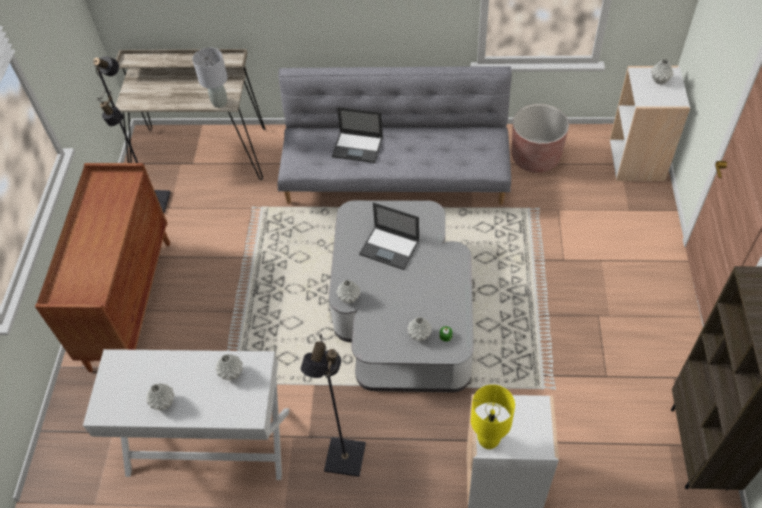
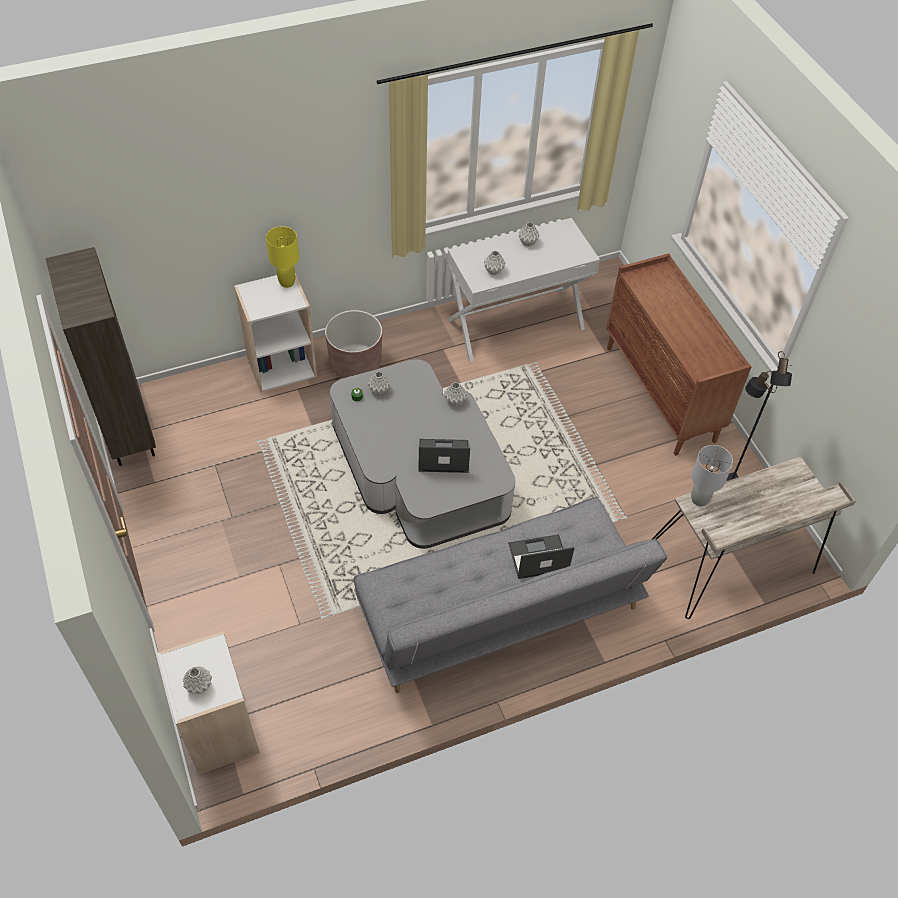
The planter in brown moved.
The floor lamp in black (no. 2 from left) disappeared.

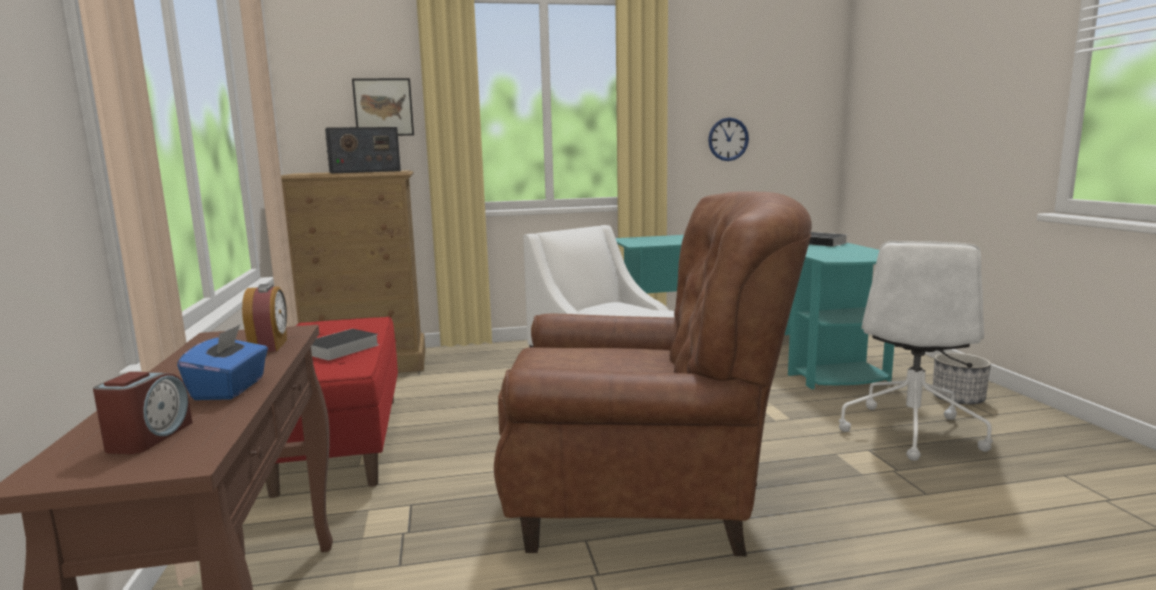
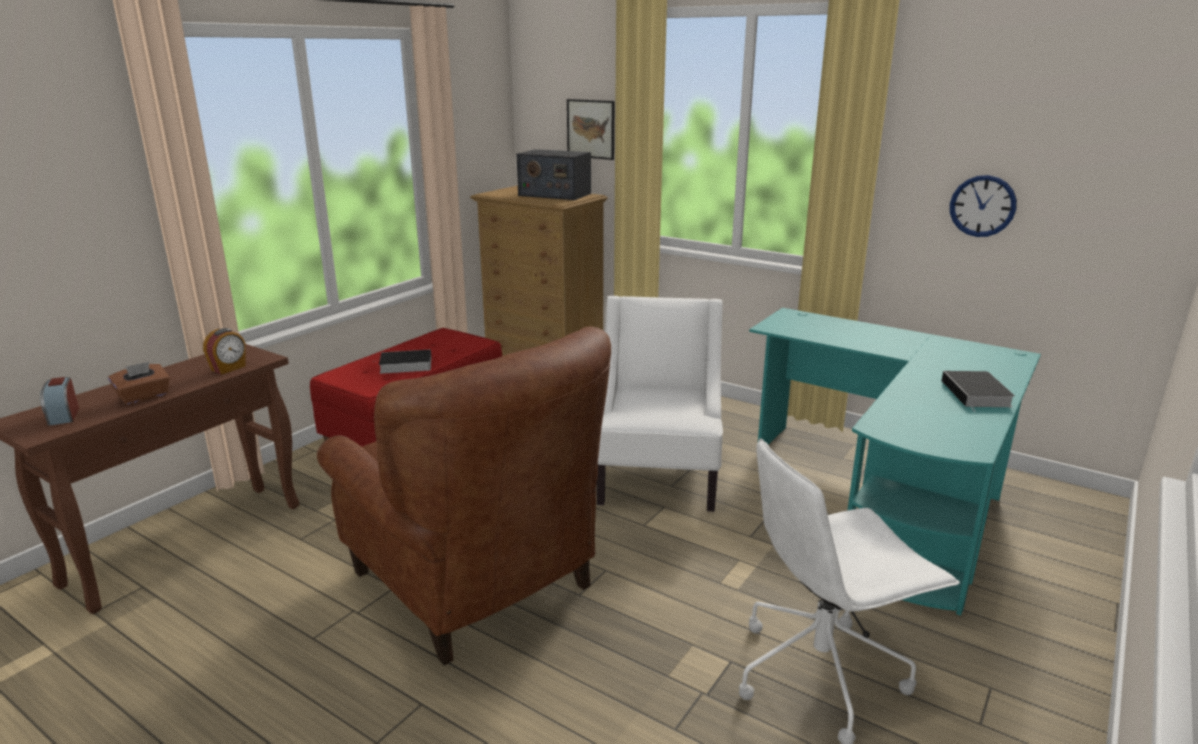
The tissue box in blue became the tissue box in brown.
The planter disappeared.
The alarm clock (no. 1 from left) turned 105 degrees clockwise.

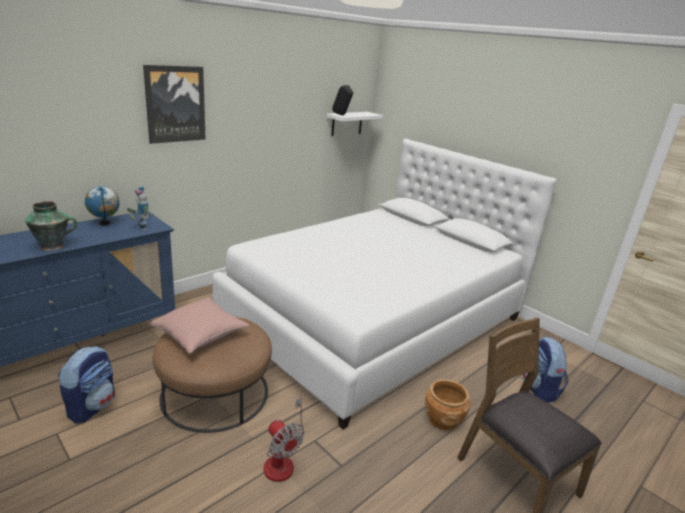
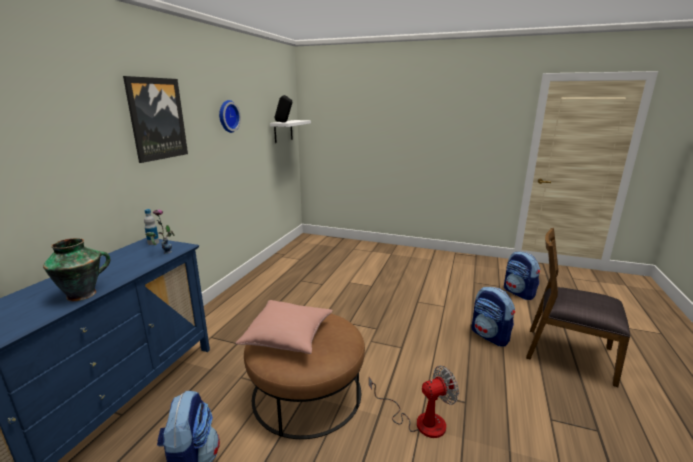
The bed in white disappeared.
The globe disappeared.
The planter in brown was replaced by the backpack (no. 2 from left).
The fan turned 45 degrees counterclockwise.
The wall clock appeared.

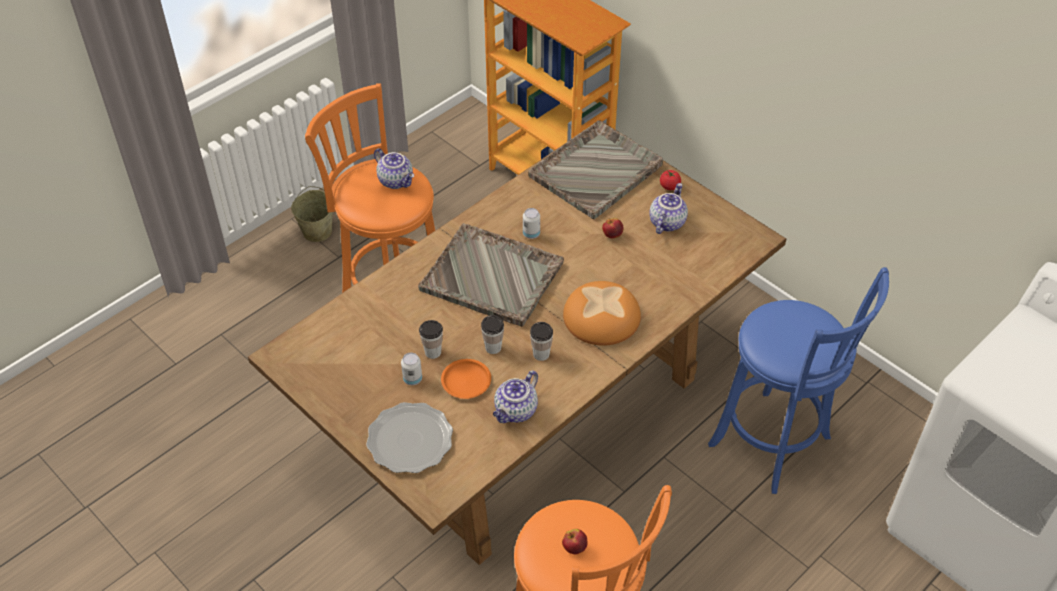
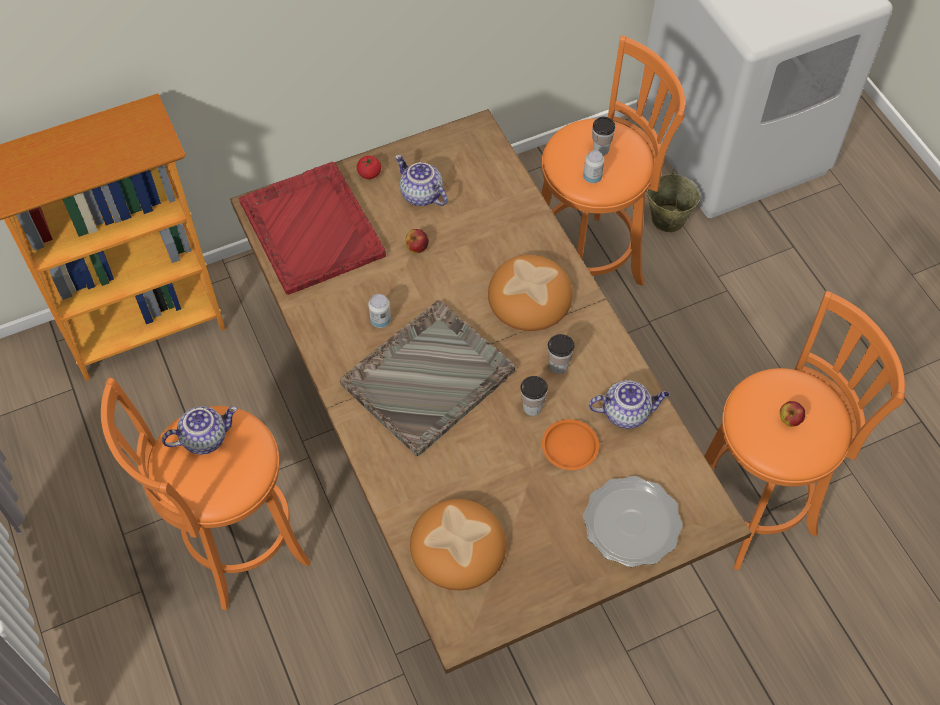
The tray in grey (no. 2 from left) became the tray in red.
The bucket in beige moved.
The stool in blue became the stool in orange (no. 2 from left).
The cup (no. 1 from left in the first image) moved.
The can (no. 1 from left in the first image) moved.
The teapot (no. 2 from left in the first image) turned 60 degrees counterclockwise.
The bread (no. 1 from left) appeared.

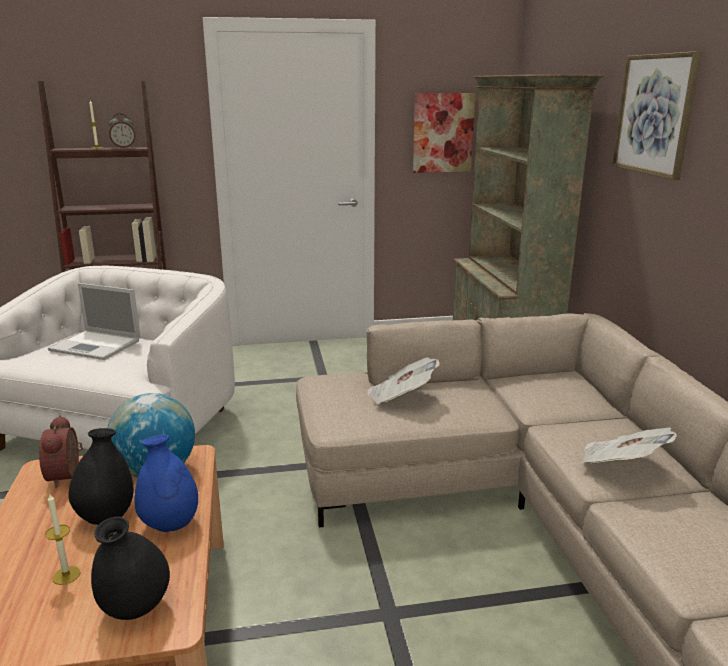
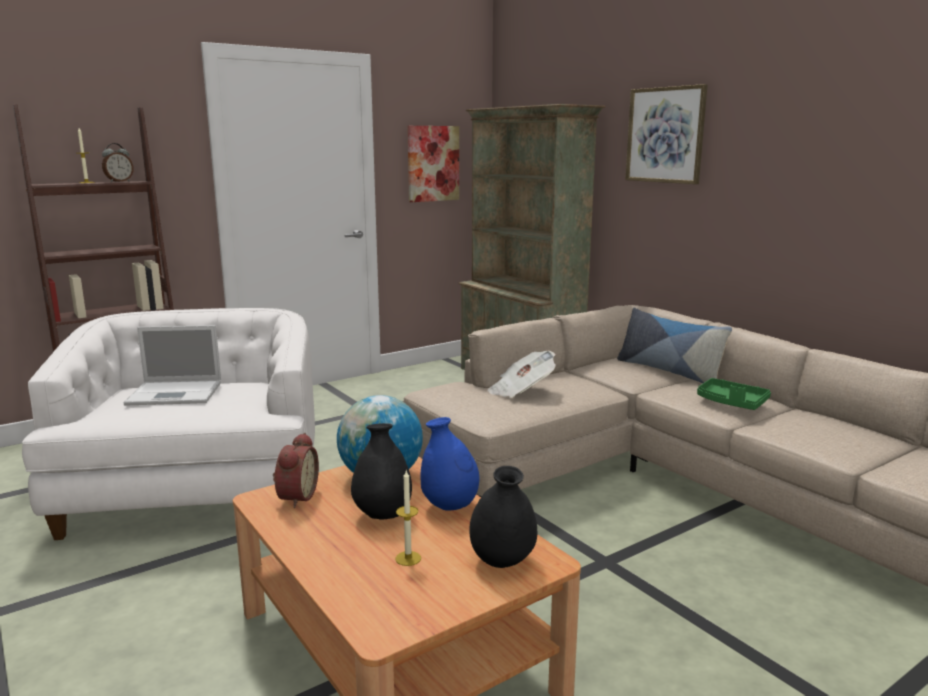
The alarm clock (no. 1 from left in the first image) turned 135 degrees counterclockwise.
The newspaper (no. 2 from left) was replaced by the tray in green.
The pillow appeared.

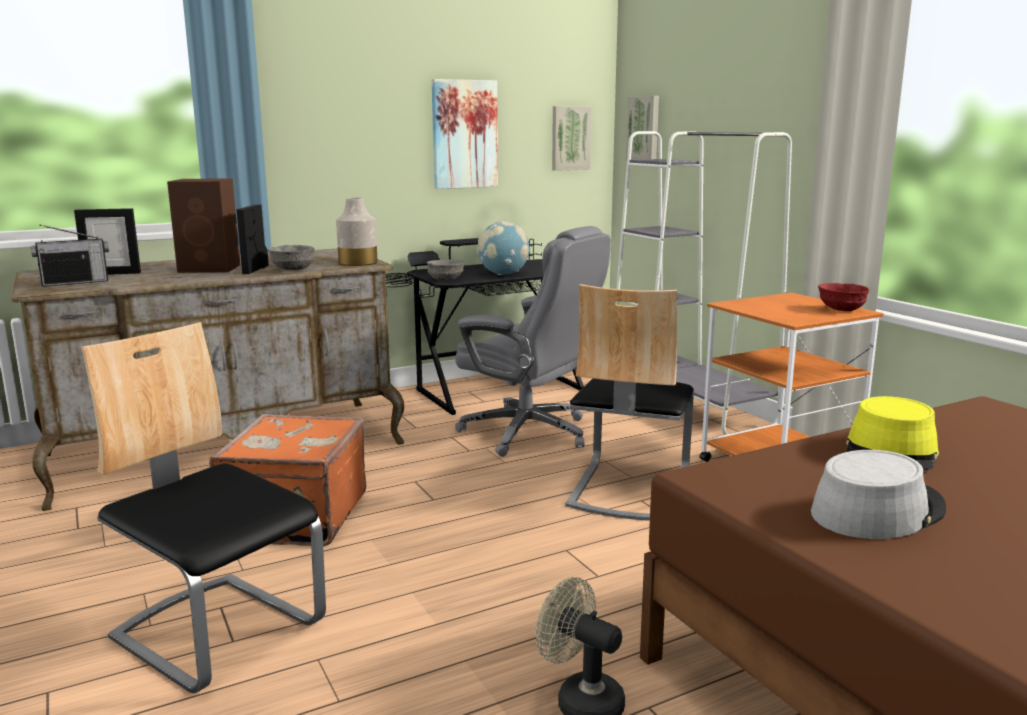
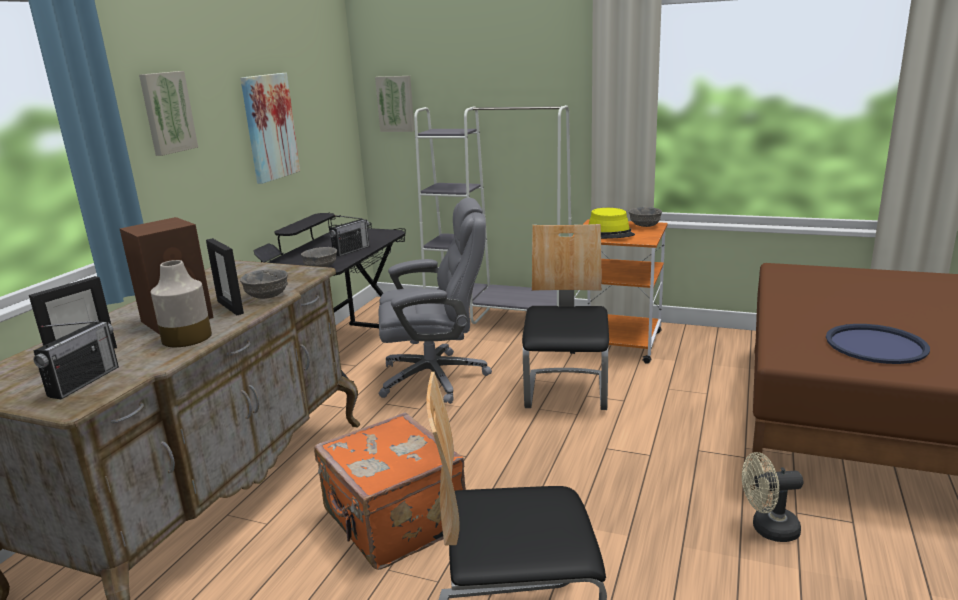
The picture (no. 2 from left in the first image) moved.
The vase in beige moved.
The globe was replaced by the radio (no. 2 from left).
The bowl in red became the bowl in grey (no. 3 from left).
The chair (no. 2 from left) turned 150 degrees counterclockwise.
The hat in yellow moved.
The hat in grey was replaced by the tray in blue.

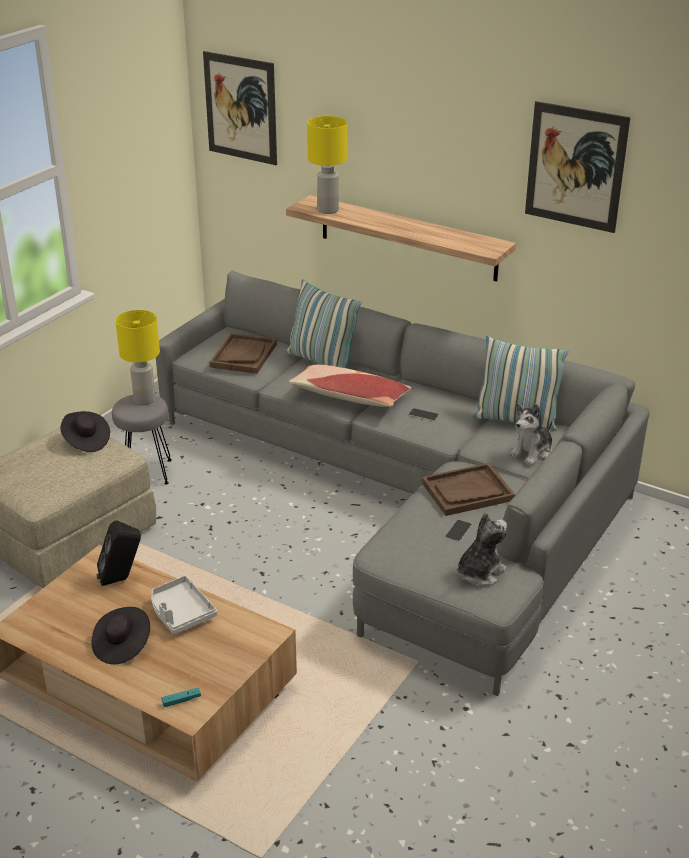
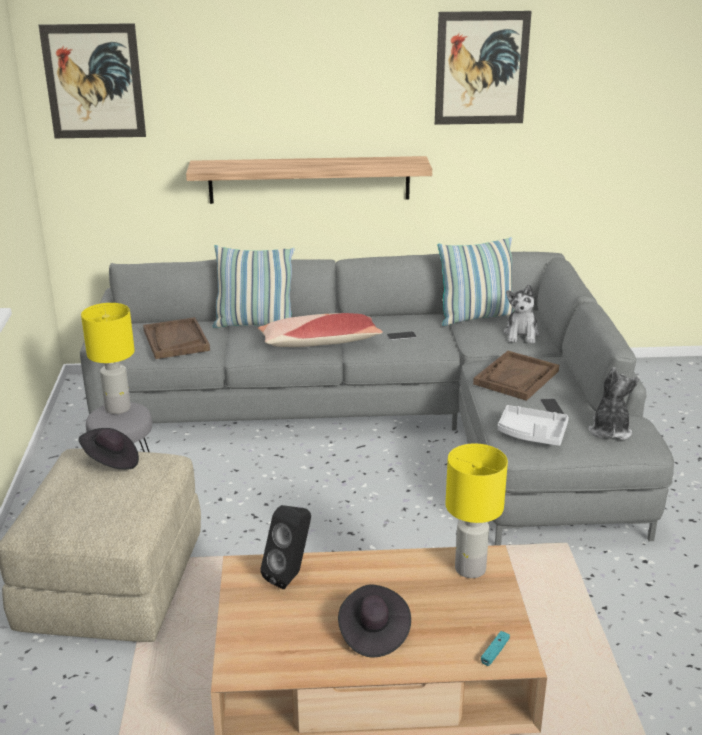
The table lamp in yellow (no. 2 from left) moved.
The tray in grey moved.

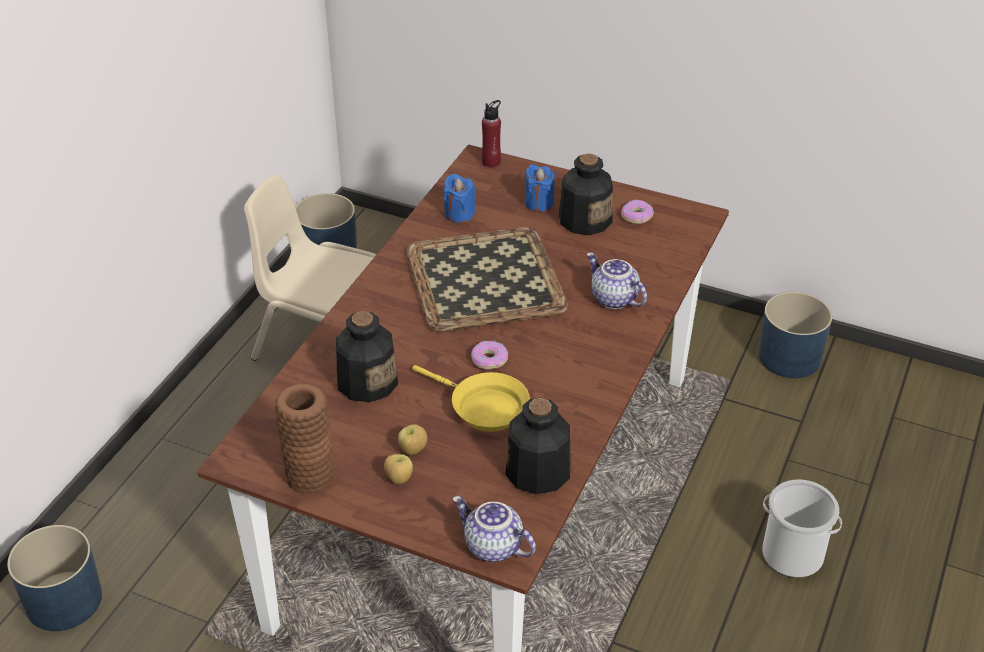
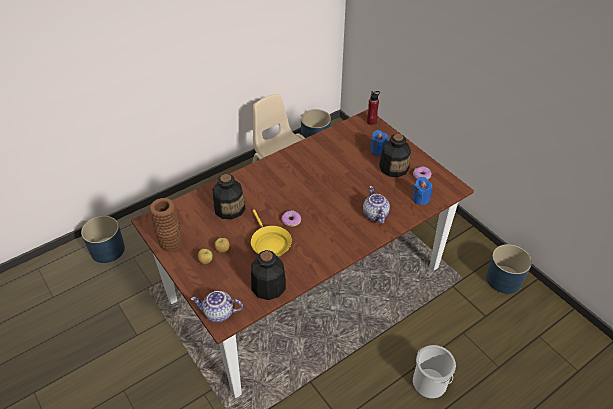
The candle in blue (no. 1 from left in the first image) moved.
The tray disappeared.
The teapot (no. 1 from left) turned 60 degrees counterclockwise.

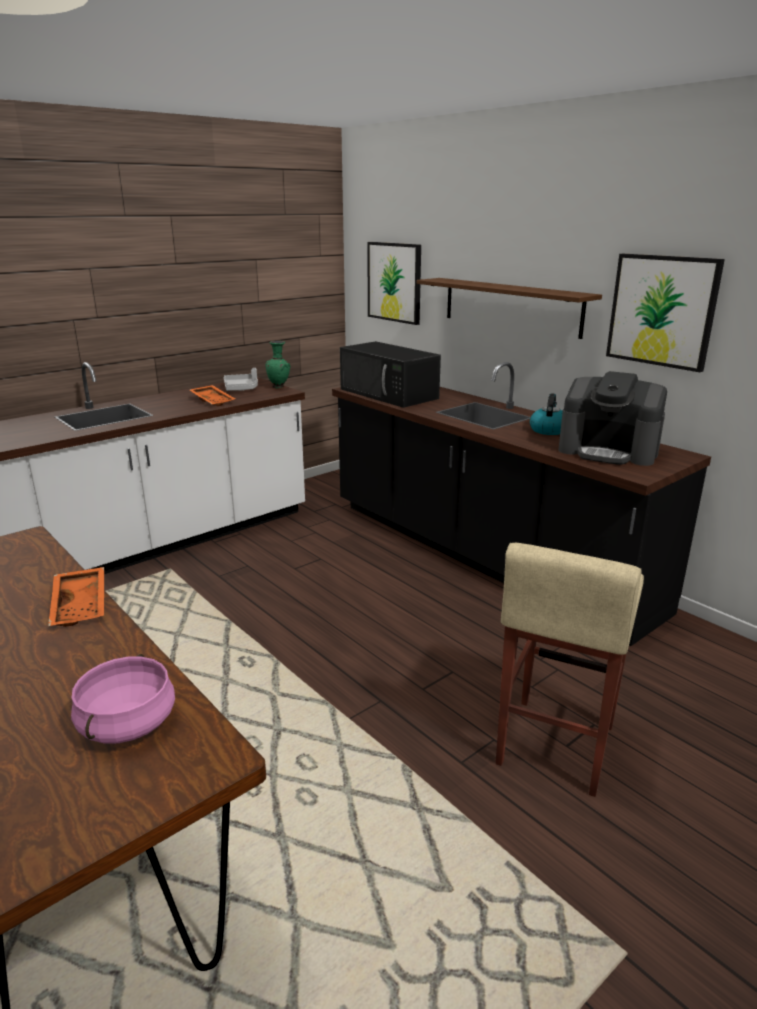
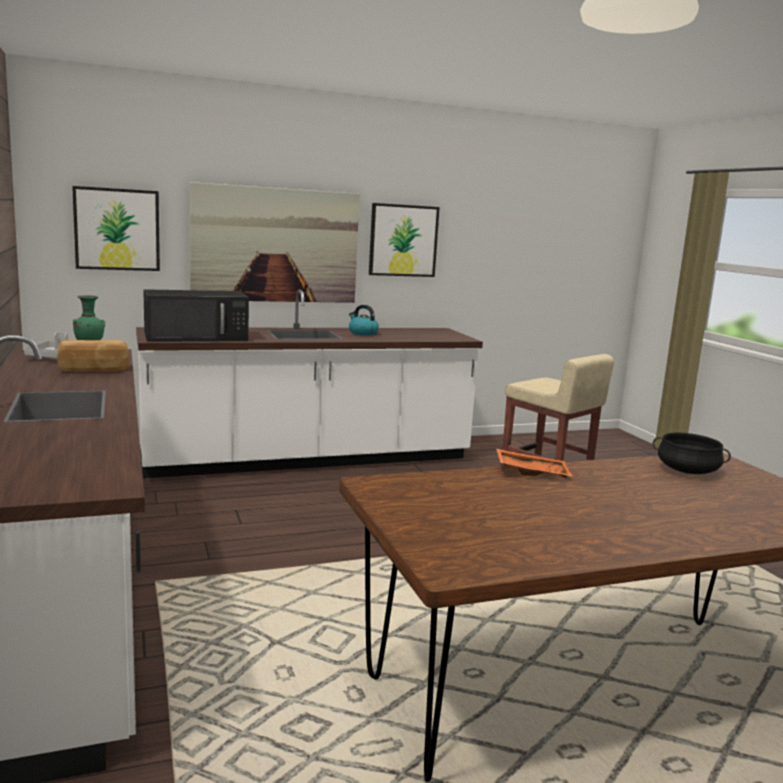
The shelf in brown was replaced by the picture (no. 2 from left).
The counter in black became the counter in white (no. 2 from left).
The coffee machine disappeared.
The tray in orange (no. 2 from left) was replaced by the bread.
The cooking pot in pink became the cooking pot in black.

